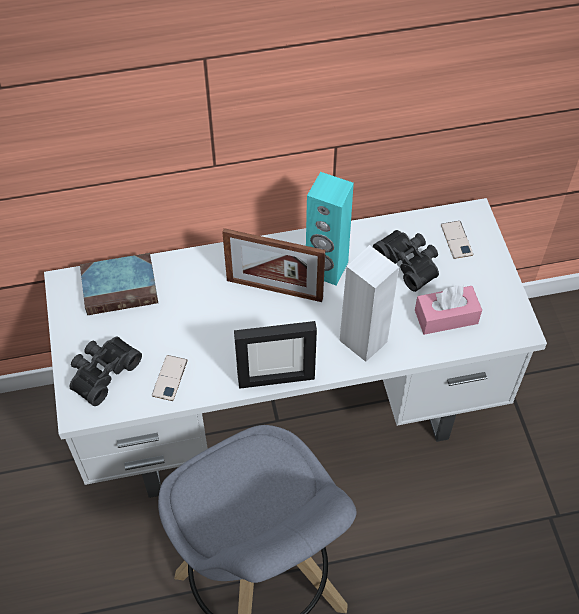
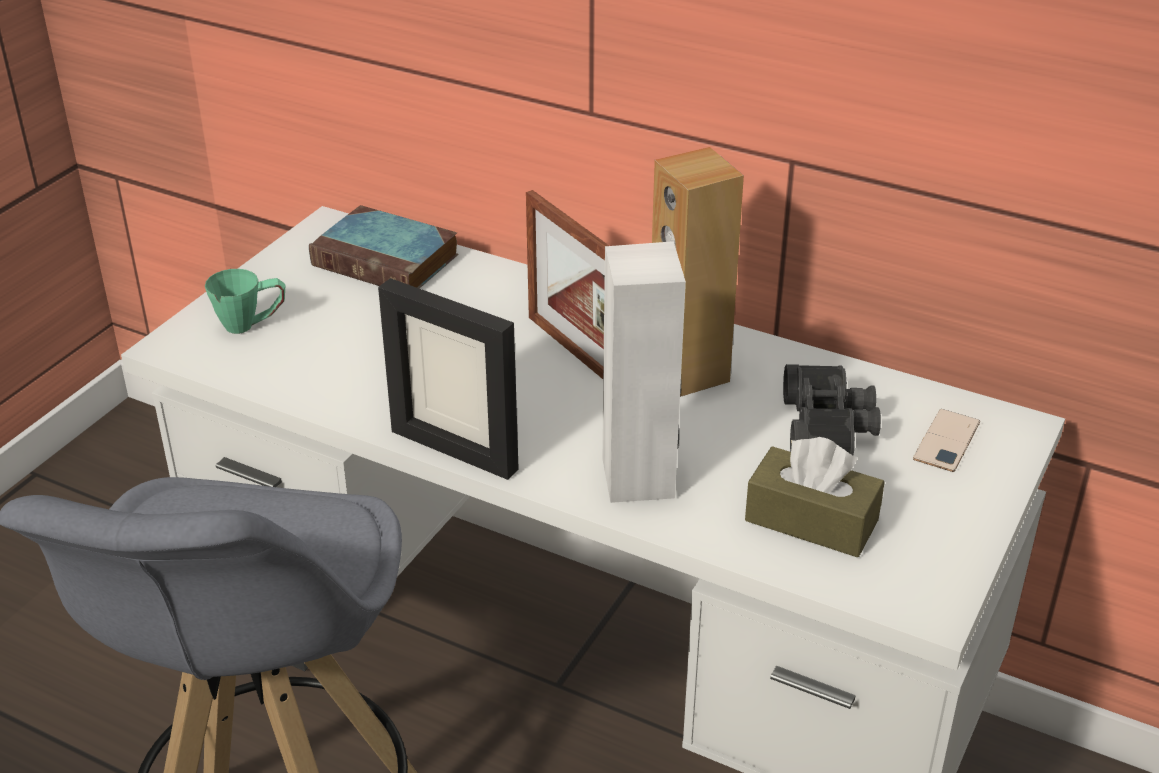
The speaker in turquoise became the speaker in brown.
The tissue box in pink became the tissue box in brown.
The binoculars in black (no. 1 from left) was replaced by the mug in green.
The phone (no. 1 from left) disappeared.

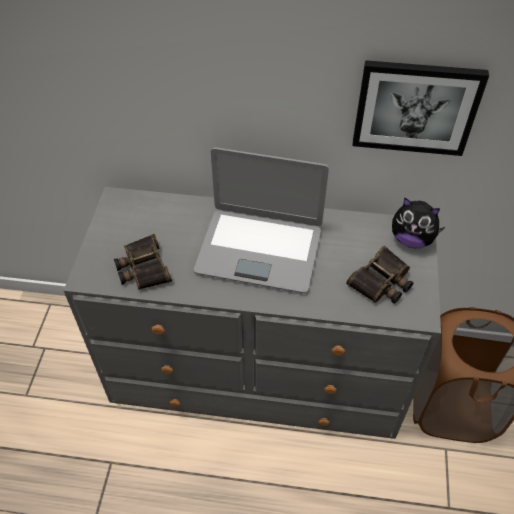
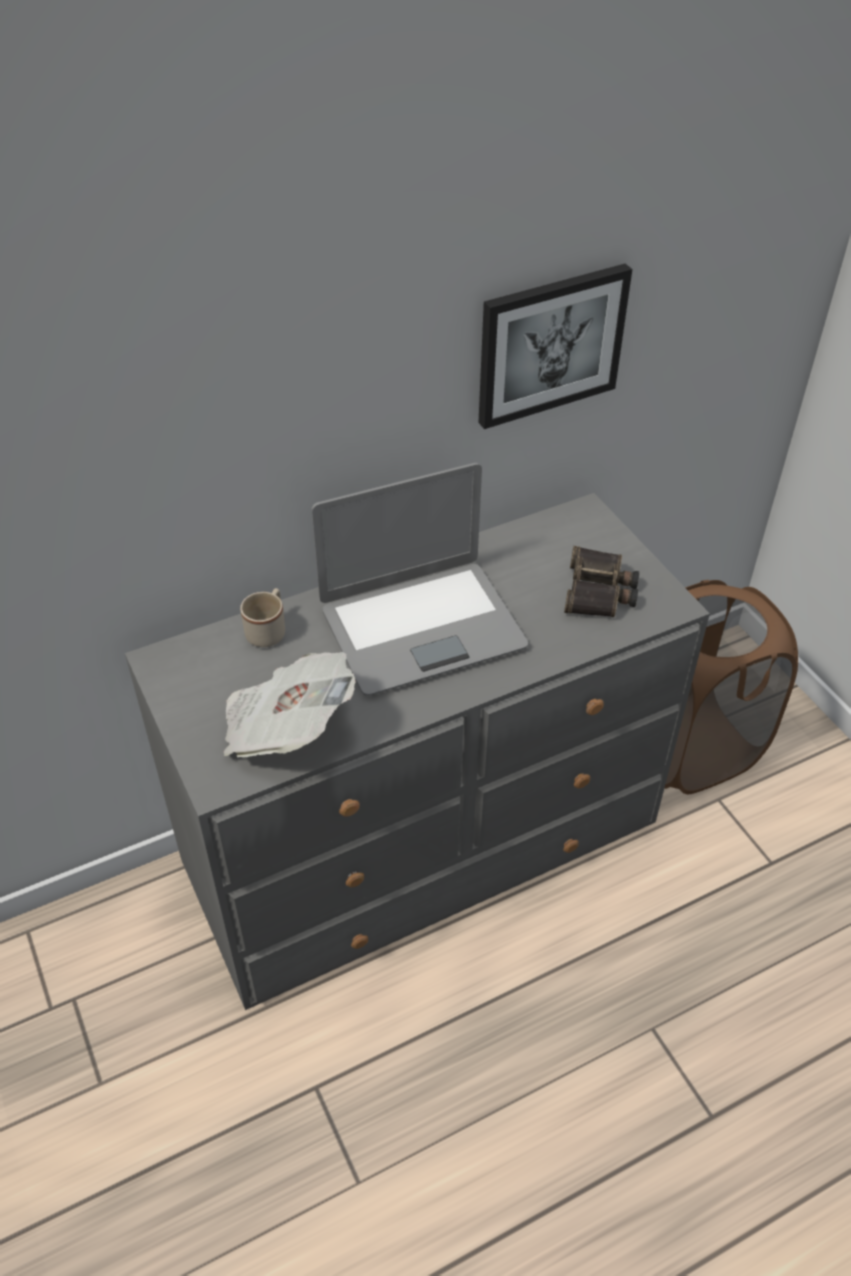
The plush toy disappeared.
The binoculars (no. 1 from left) was replaced by the newspaper.
The mug in beige appeared.

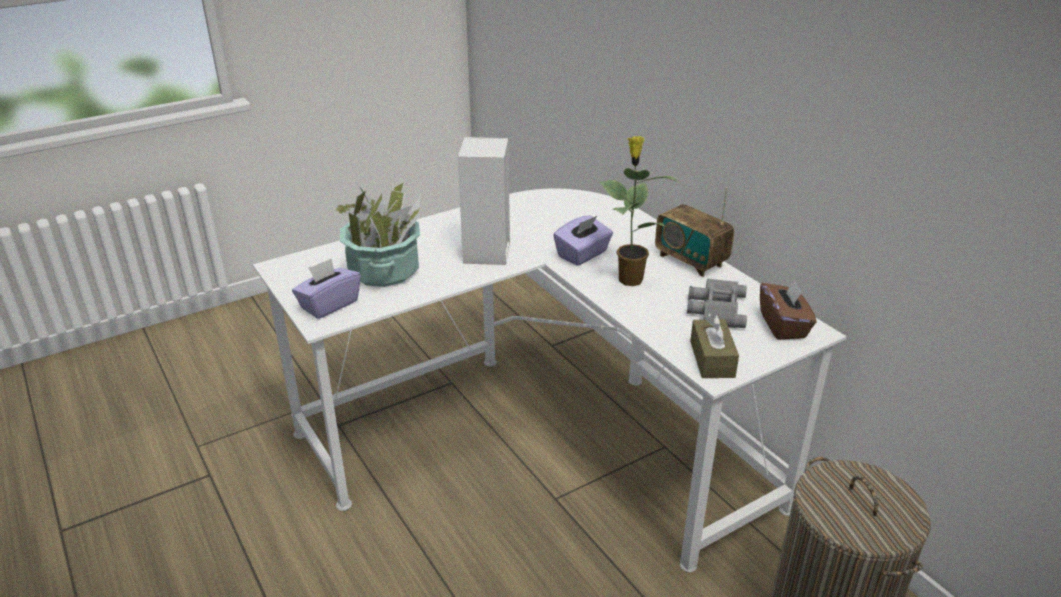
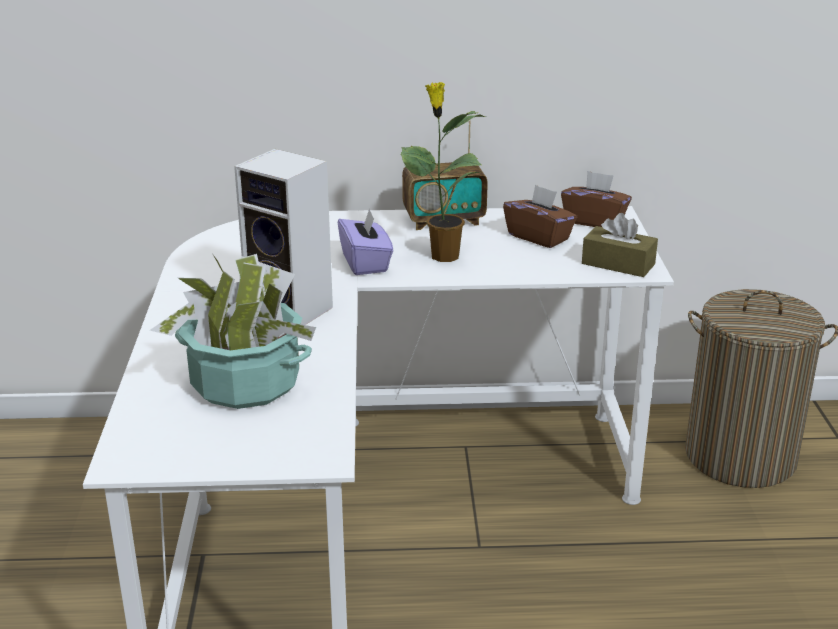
The tissue box in purple (no. 1 from left) disappeared.
The binoculars in grey was replaced by the tissue box in brown (no. 1 from left).

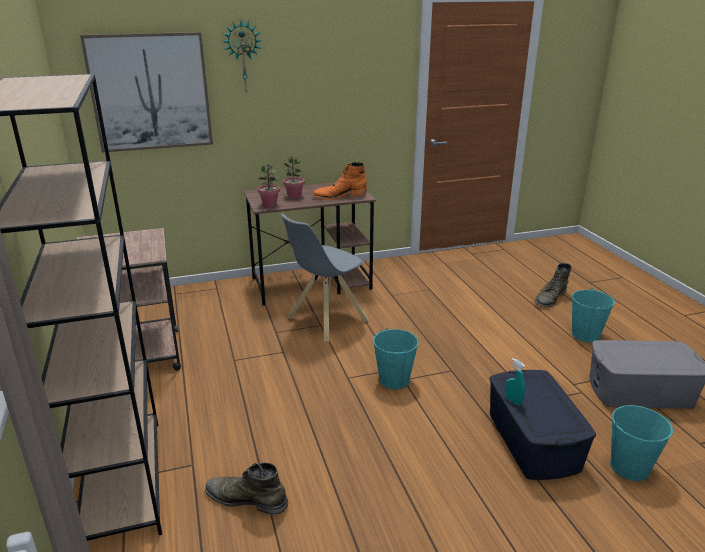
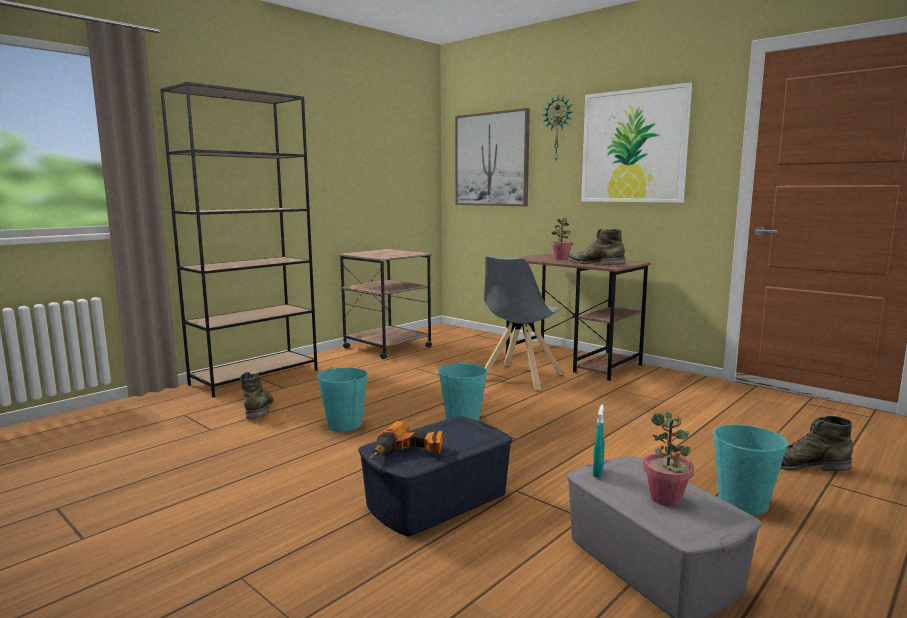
The boot in orange became the boot in green (no. 2 from left).
The potted plant (no. 1 from left in the first image) moved.
The chair in grey turned 75 degrees counterclockwise.
The spray bottle in turquoise moved.
The bucket in turquoise (no. 3 from left in the first image) moved.
The picture (no. 2 from left) appeared.
The power drill appeared.

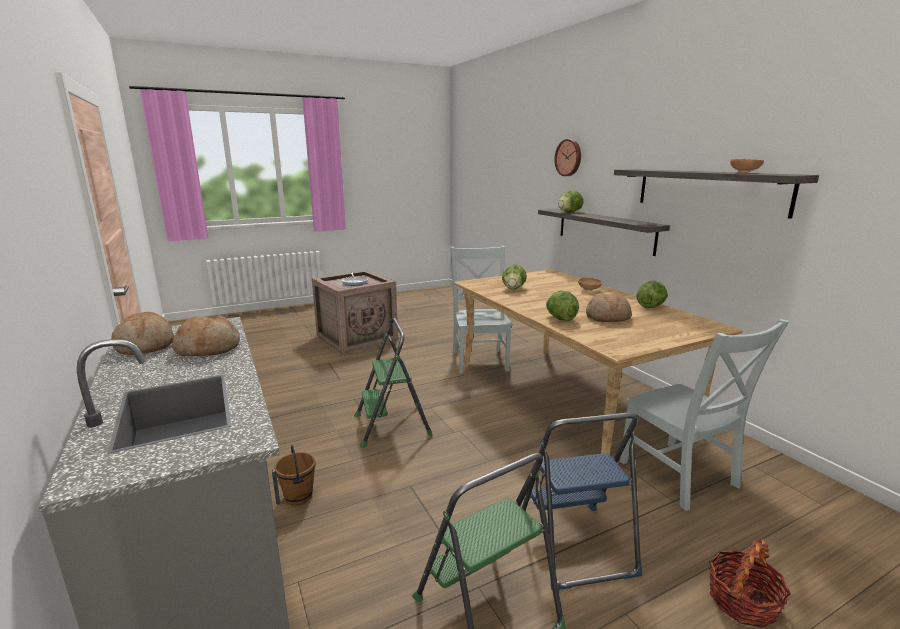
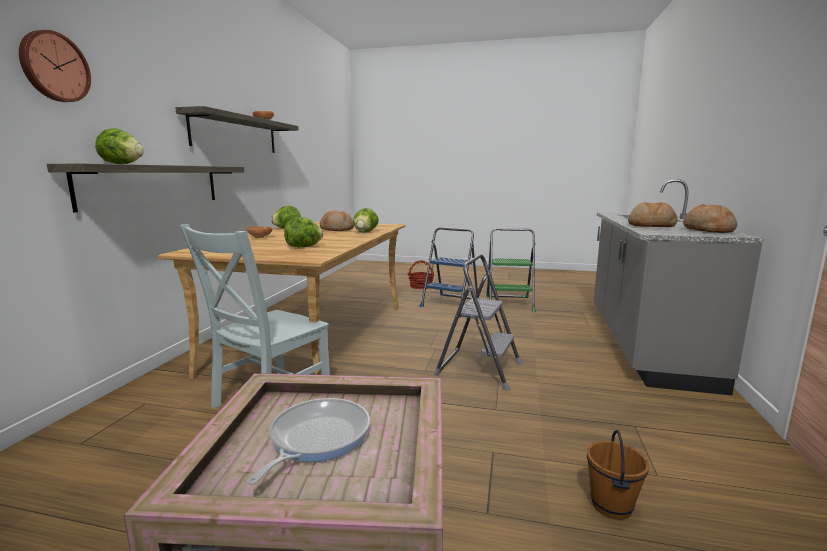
The step ladder in green (no. 1 from left) became the step ladder in grey.
The chair in grey (no. 2 from left) disappeared.
The bucket in brown moved.

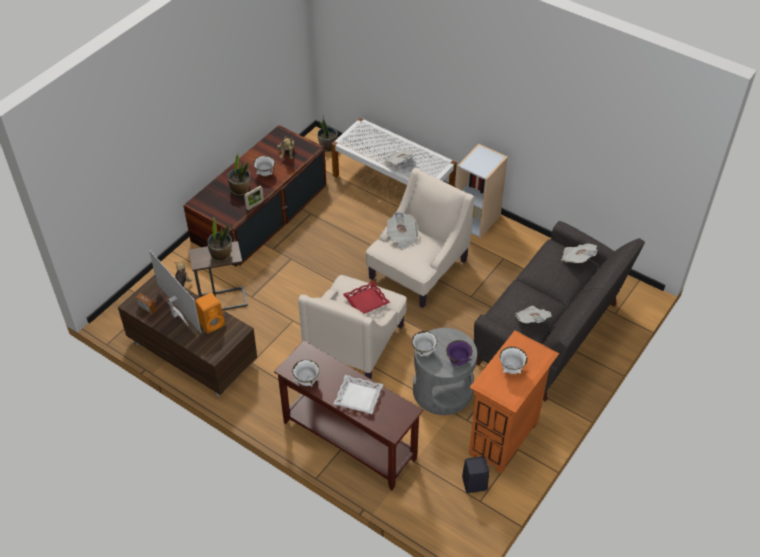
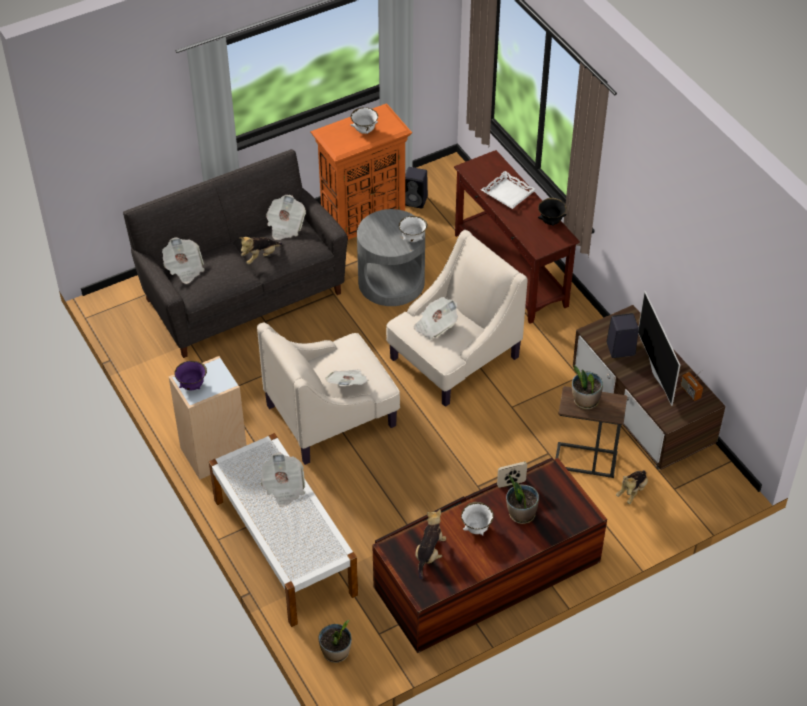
The tray in red was replaced by the newspaper (no. 5 from left).
The speaker in orange became the speaker in black (no. 2 from left).
The bowl in purple moved.
The bowl in white (no. 2 from left) became the bowl in black.
The plush toy (no. 1 from left) appeared.

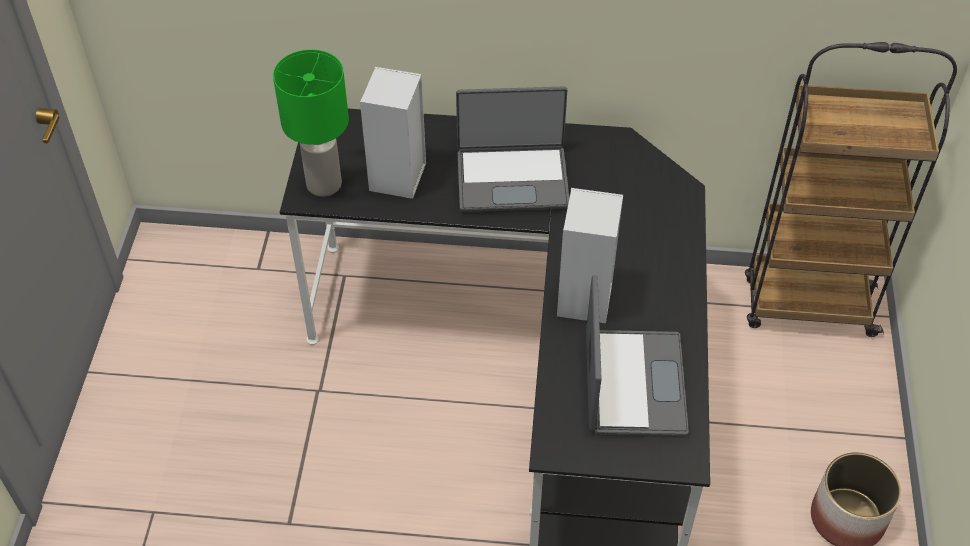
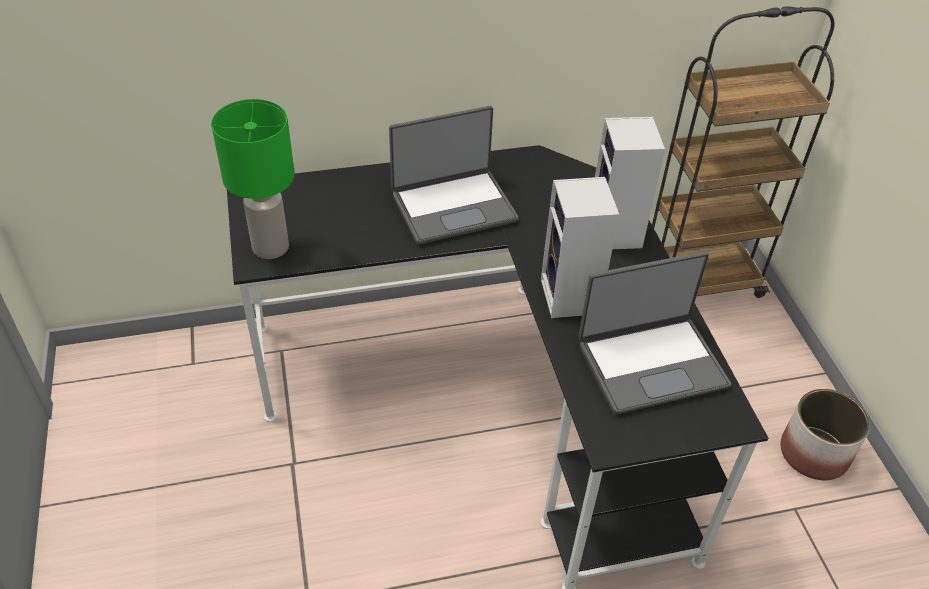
The speaker (no. 1 from left in the first image) moved.
The laptop (no. 2 from left) turned 90 degrees clockwise.

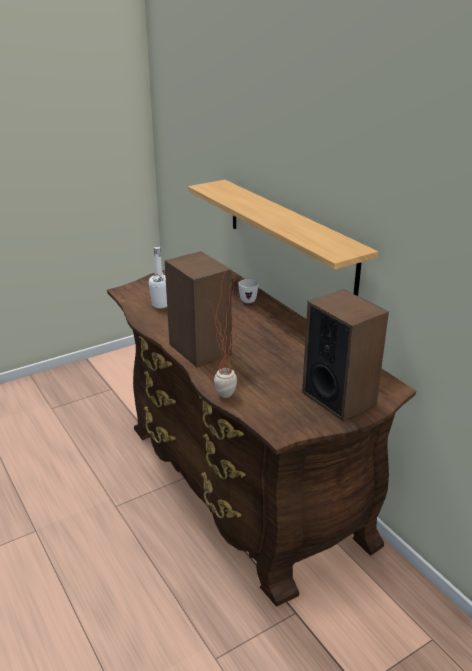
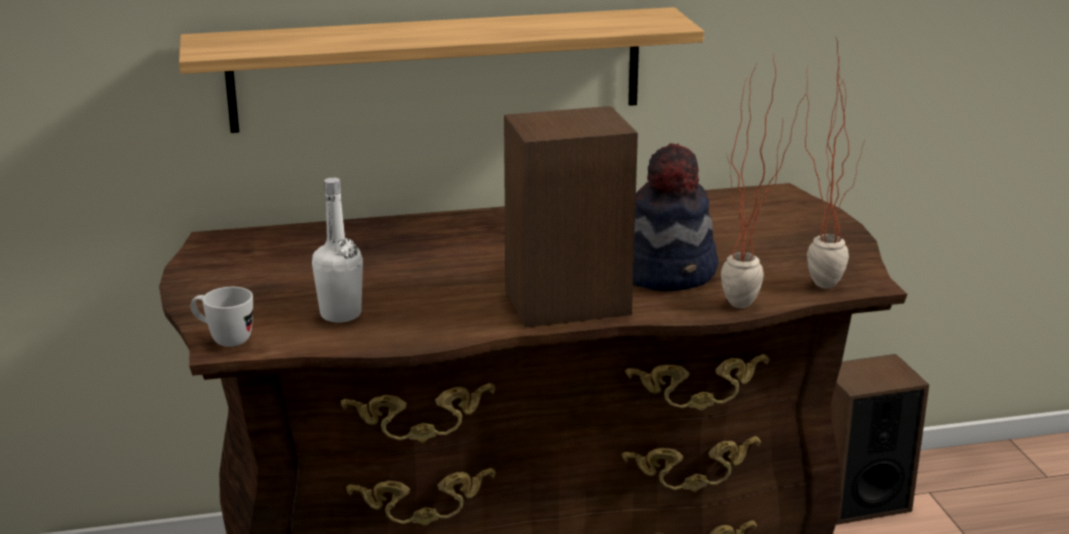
The mug in white moved.
The speaker (no. 2 from left) moved.
The potted plant (no. 2 from left) appeared.
The hat appeared.

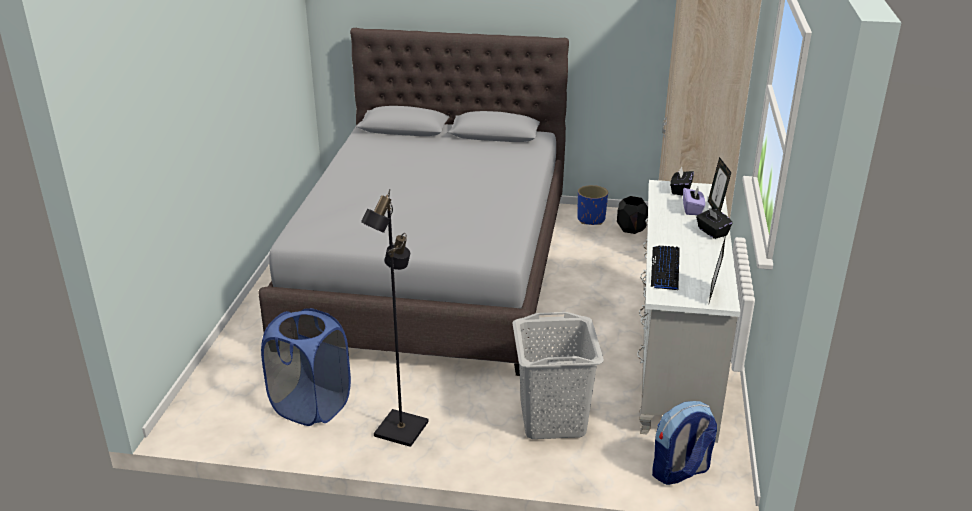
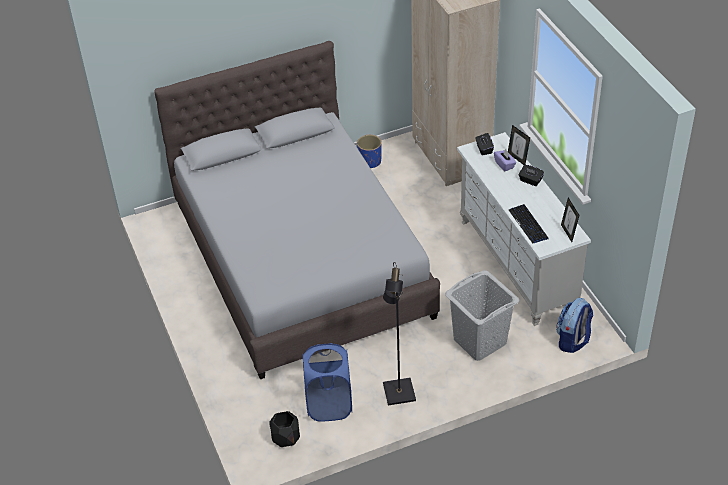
The planter in black moved.

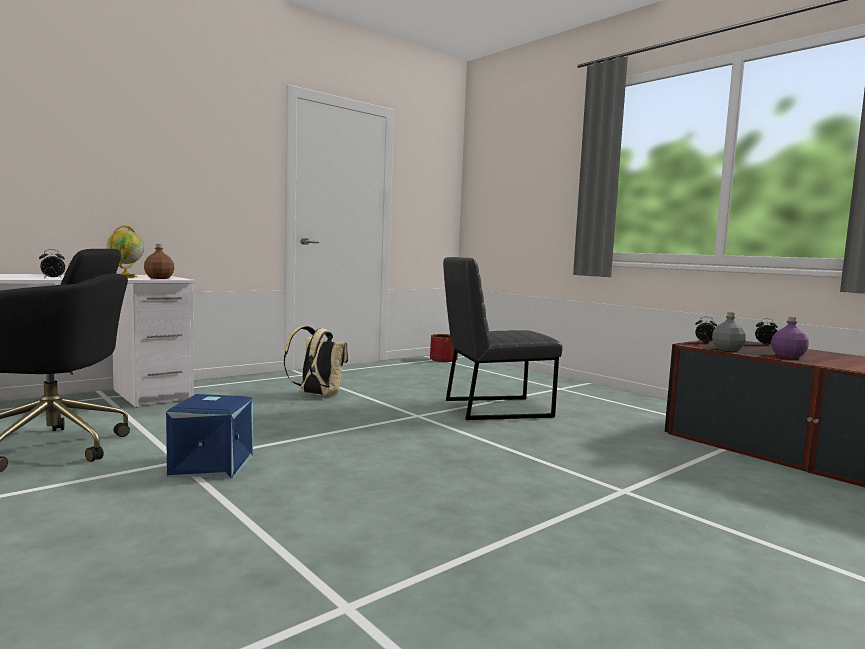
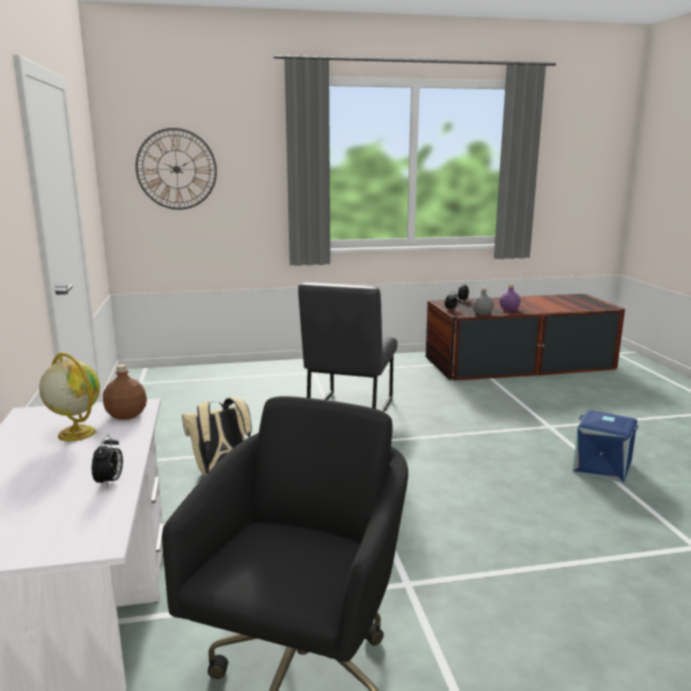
The planter in red disappeared.
The storage box in blue moved.
The wall clock appeared.

